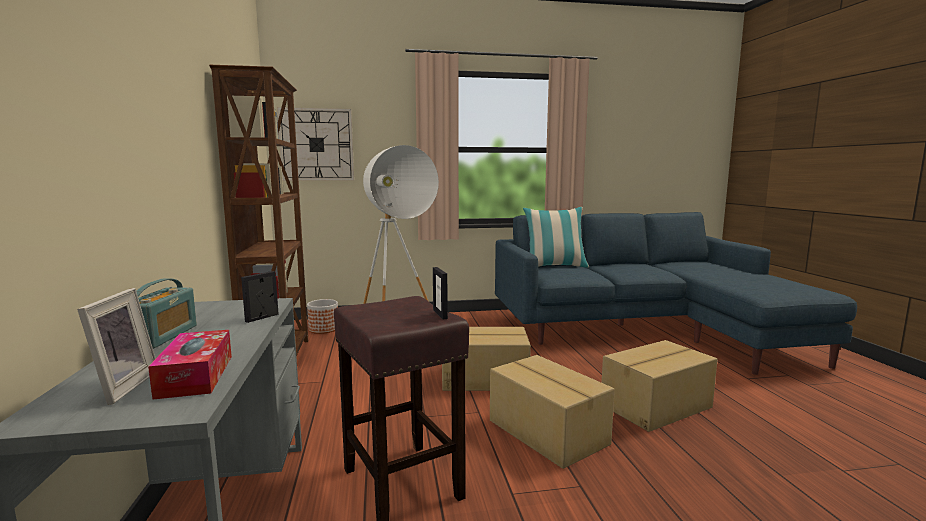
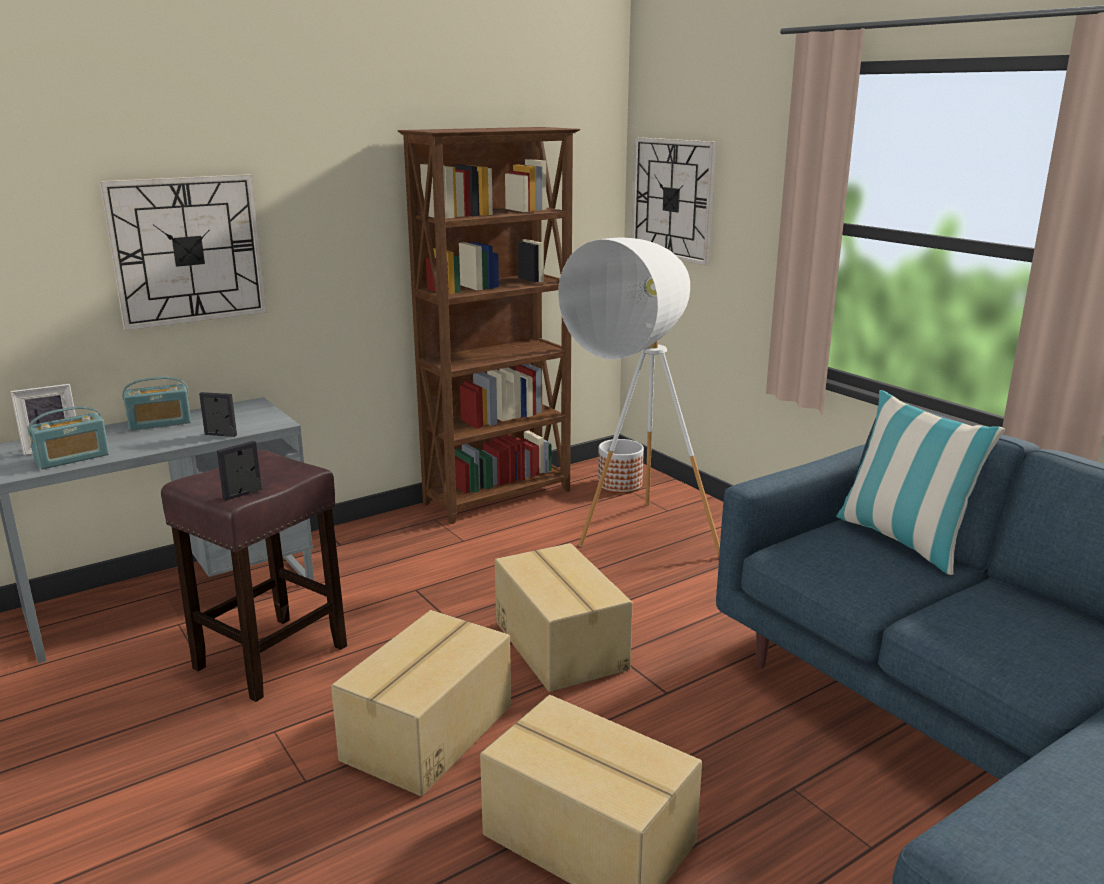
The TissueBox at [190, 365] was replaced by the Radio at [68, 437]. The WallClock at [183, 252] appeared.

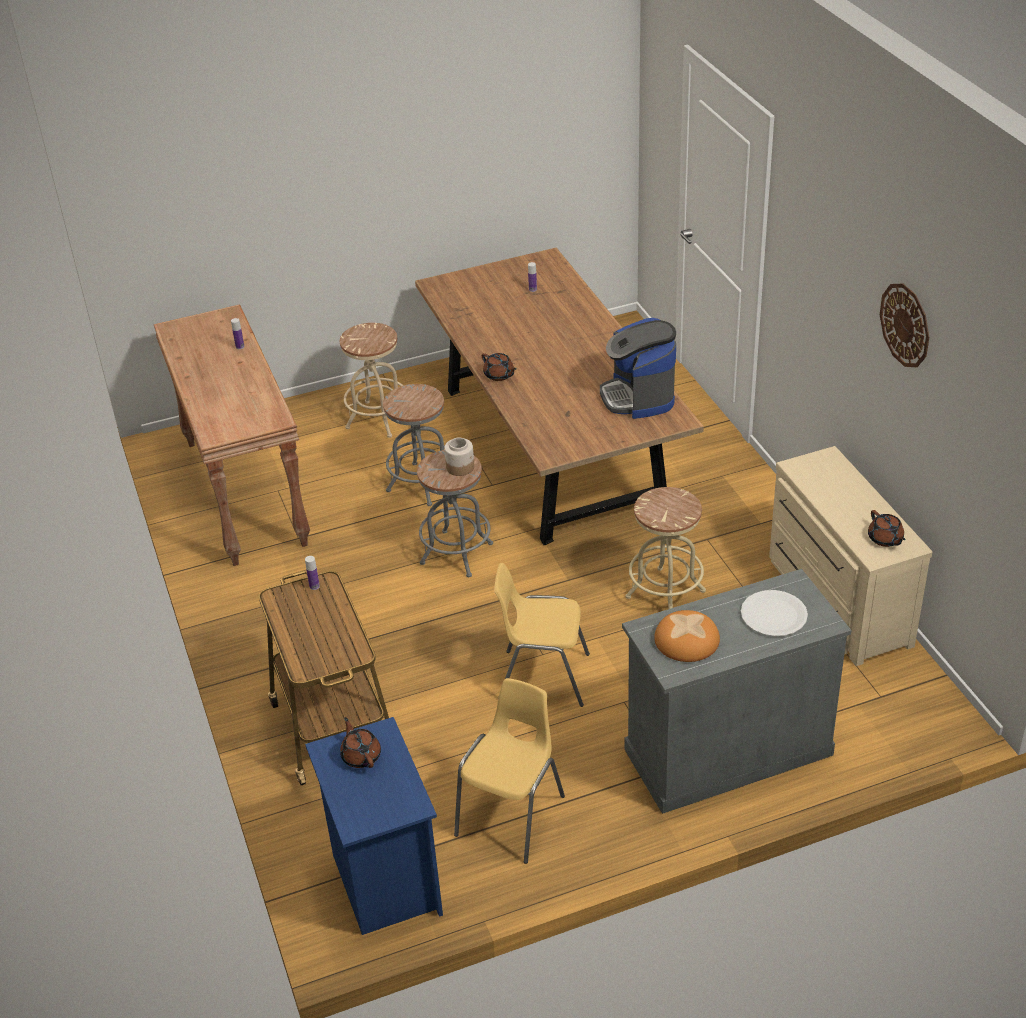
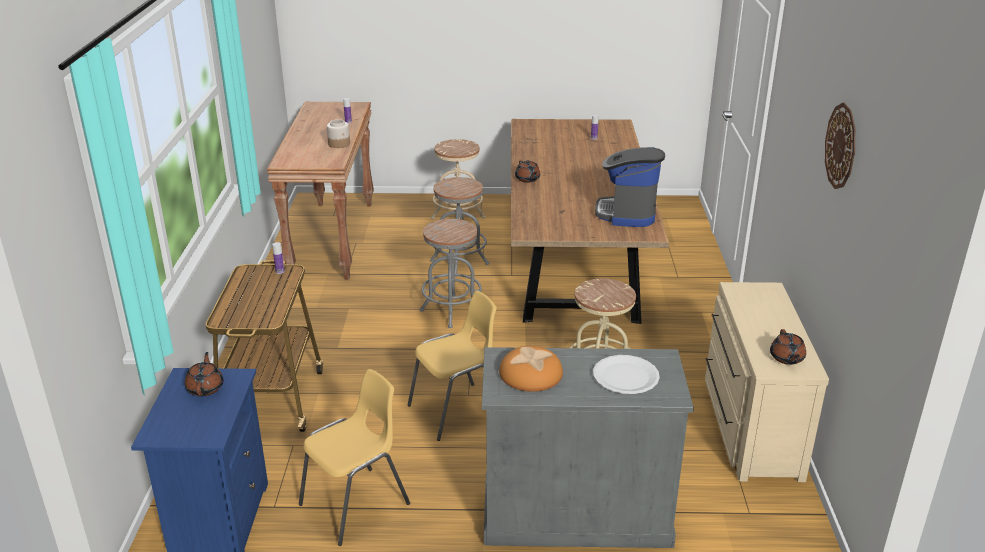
The Jar moved from [459, 457] to [338, 133]. The YellowChair at [542, 635] turned 120 degrees clockwise.

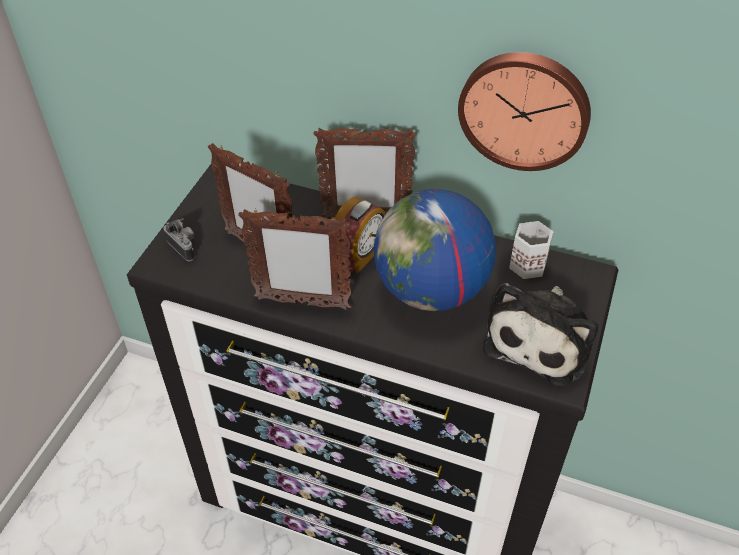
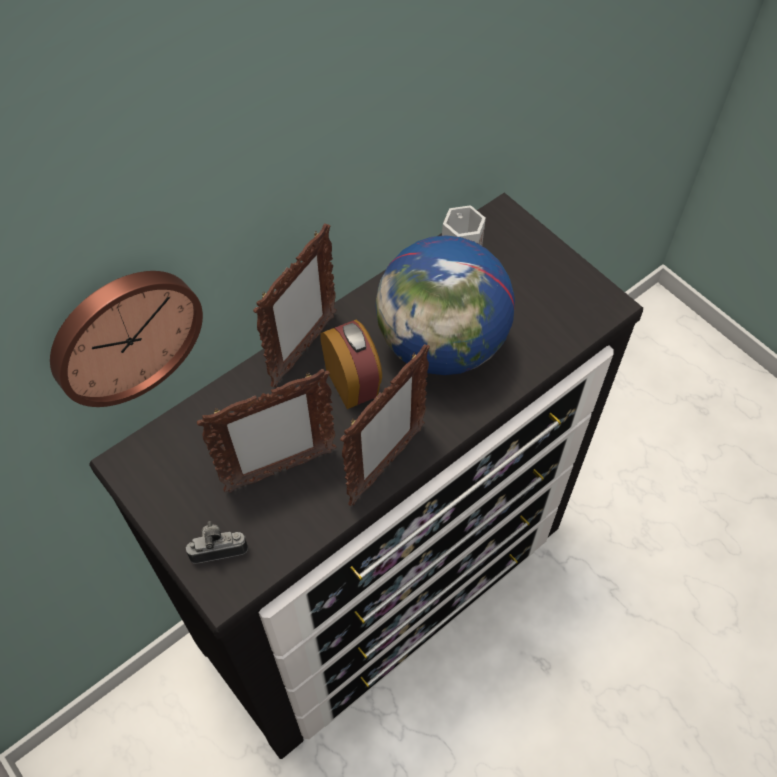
The WallClock moved from [524, 111] to [126, 339]. The PlushToy at [540, 334] disappeared.

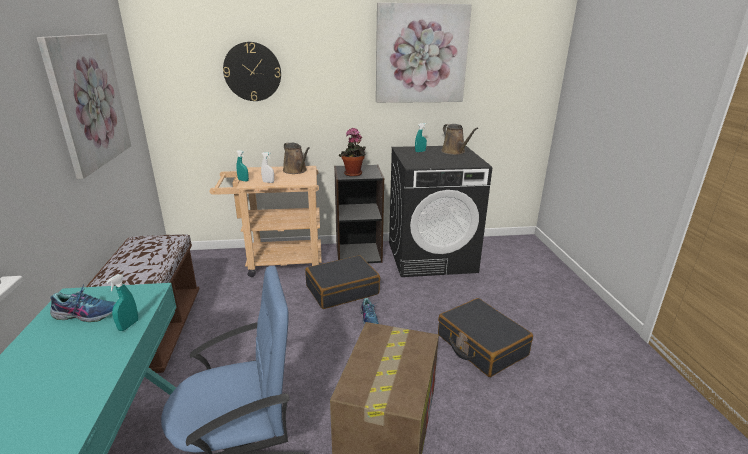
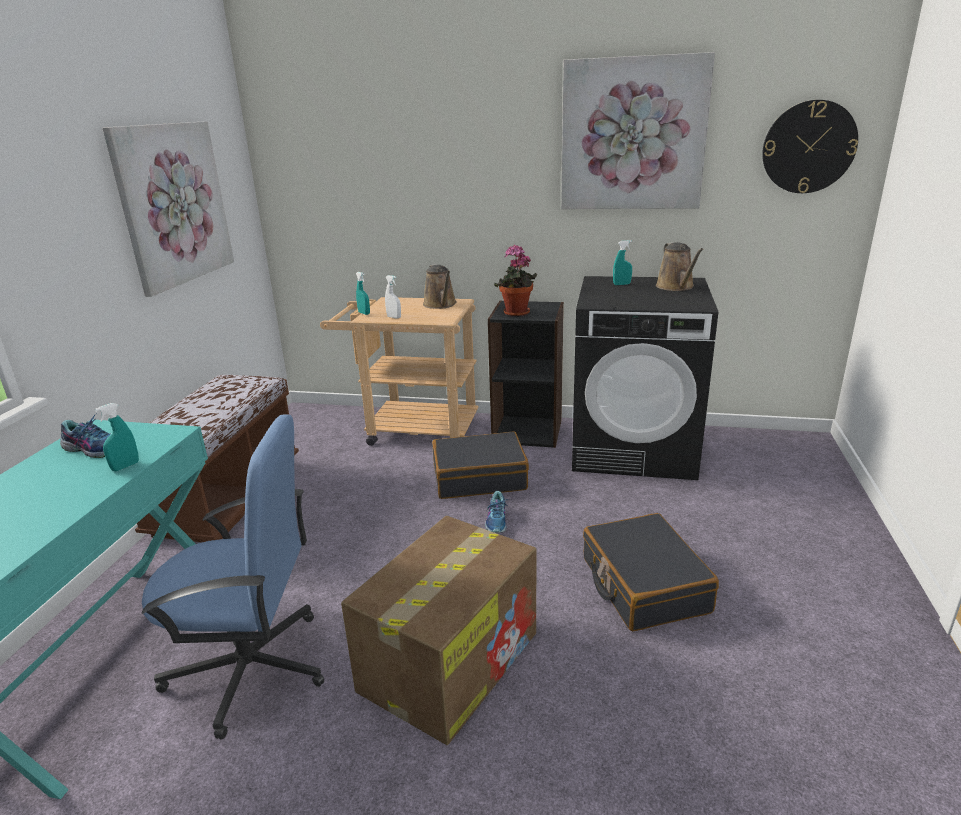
The WallClock moved from [252, 71] to [810, 146].

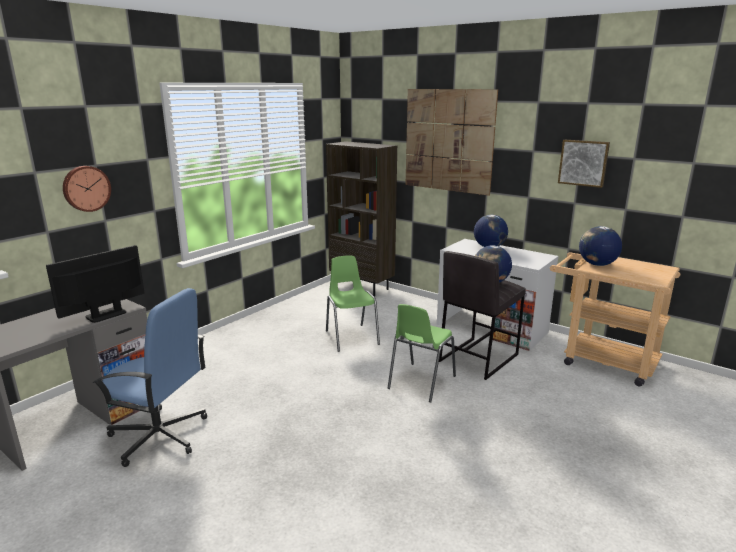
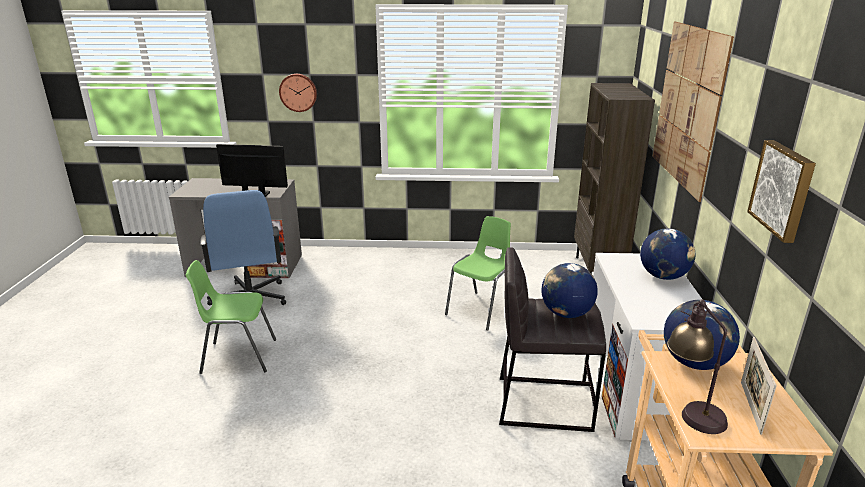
The GreenChair moved from [422, 353] to [231, 317]. The TableLamp at [697, 366] appeared. The PictureFrame at [759, 386] appeared.

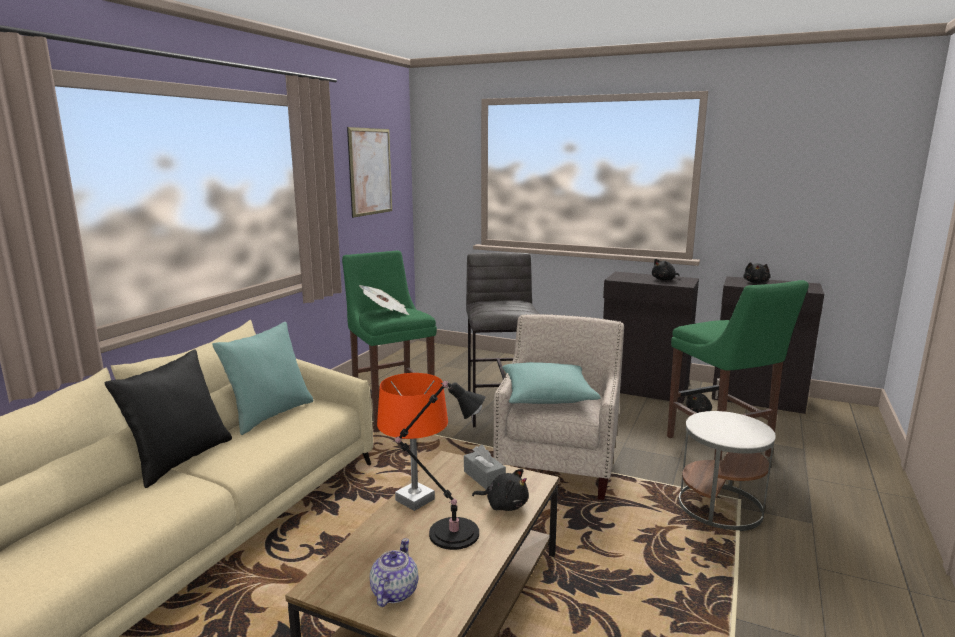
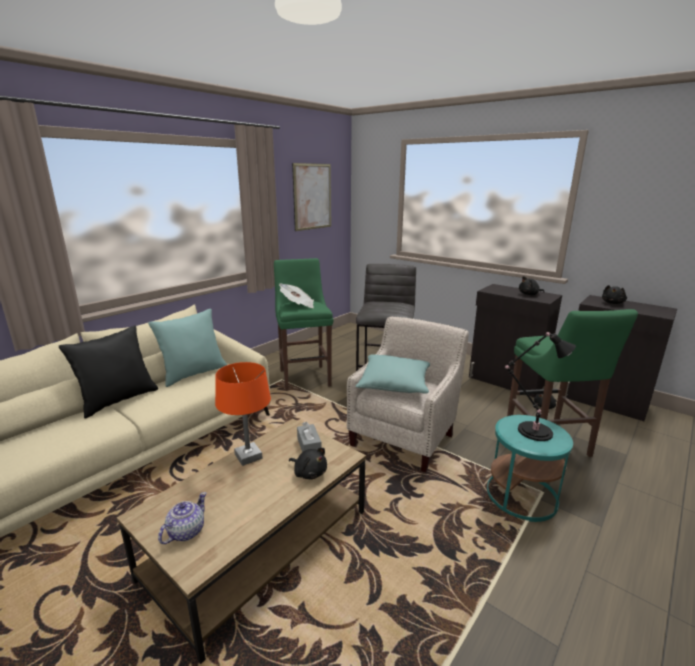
The WhiteSideTable at [727, 471] became the TurquoiseSideTable at [530, 468]. The BlackTableLamp moved from [439, 465] to [540, 386].

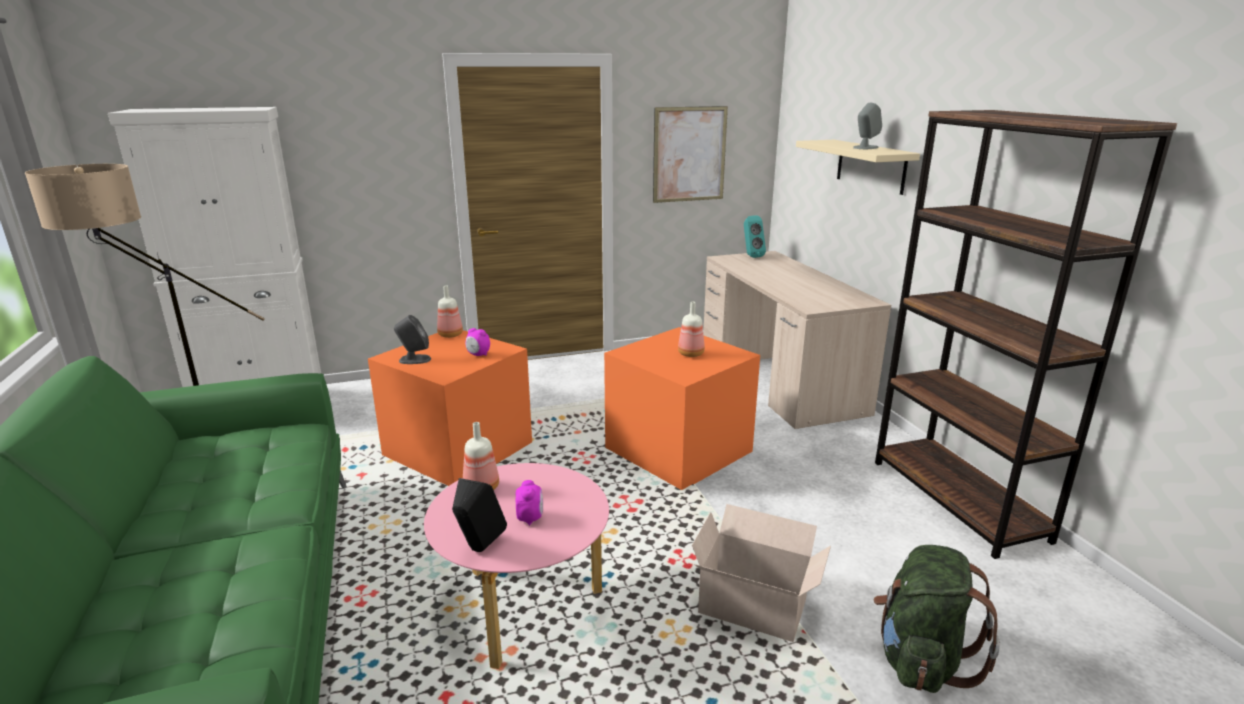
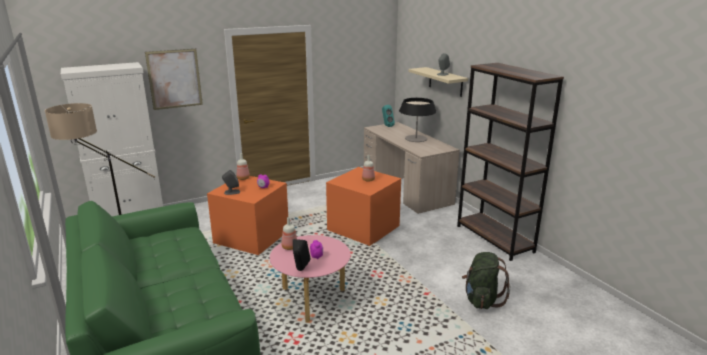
The Picture moved from [690, 154] to [174, 79]. The TableLamp at [417, 120] appeared. The CardboardBox at [761, 573] disappeared.

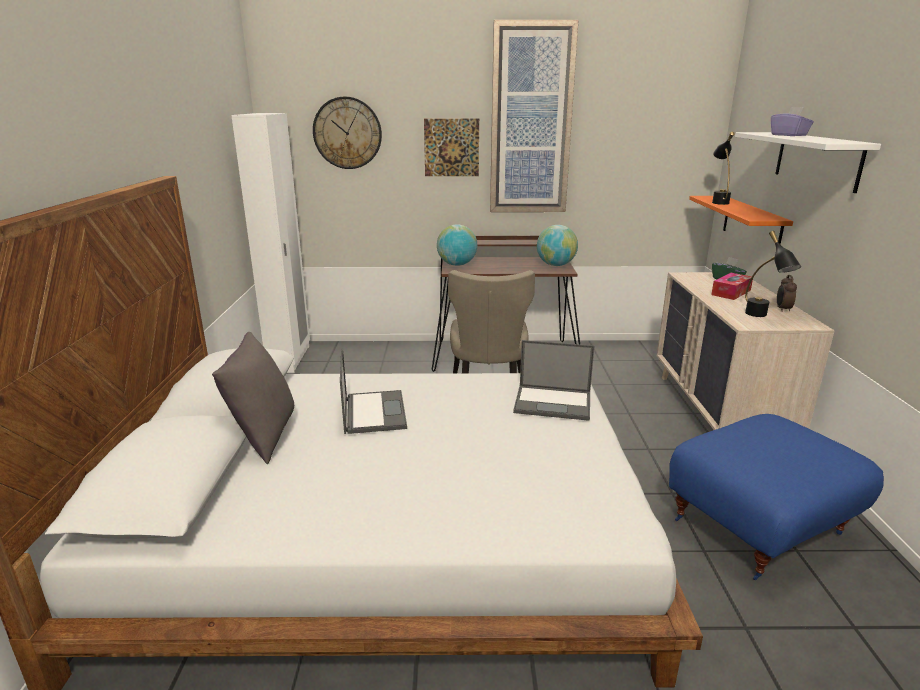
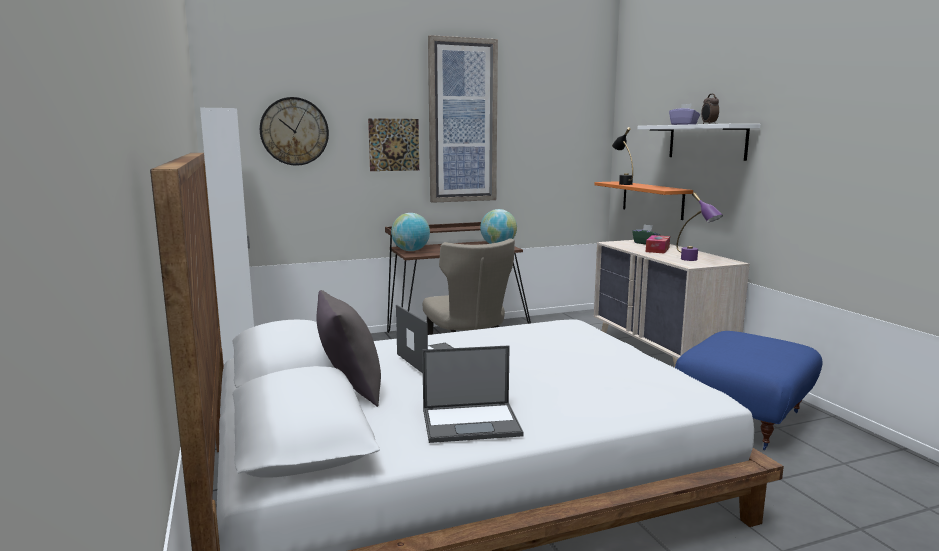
The Laptop moved from [553, 380] to [473, 394]. The BlackTableLamp at [773, 274] became the PurpleTableLamp at [699, 226]. The AlarmClock moved from [787, 293] to [710, 109].

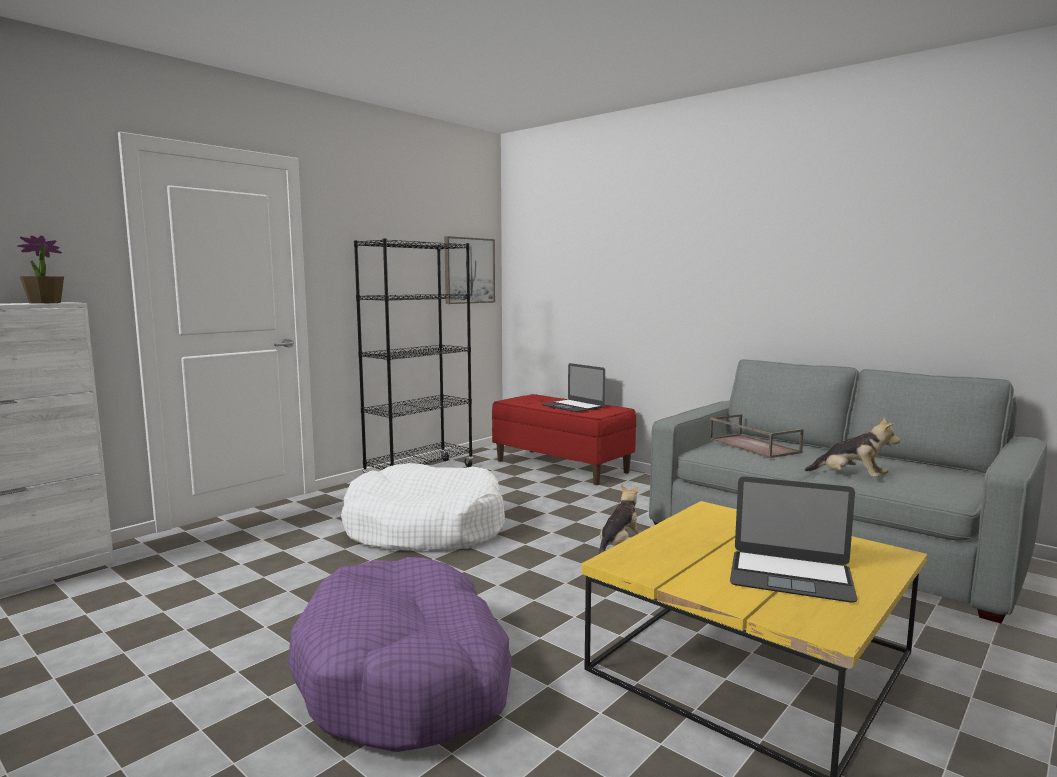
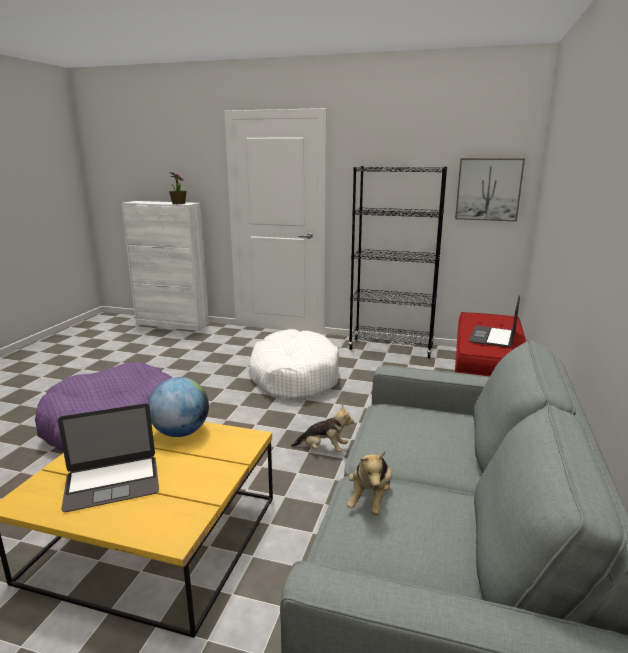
The Laptop at [794, 539] turned 105 degrees counterclockwise. The Globe at [178, 407] appeared. The BrownTray at [756, 436] disappeared.

